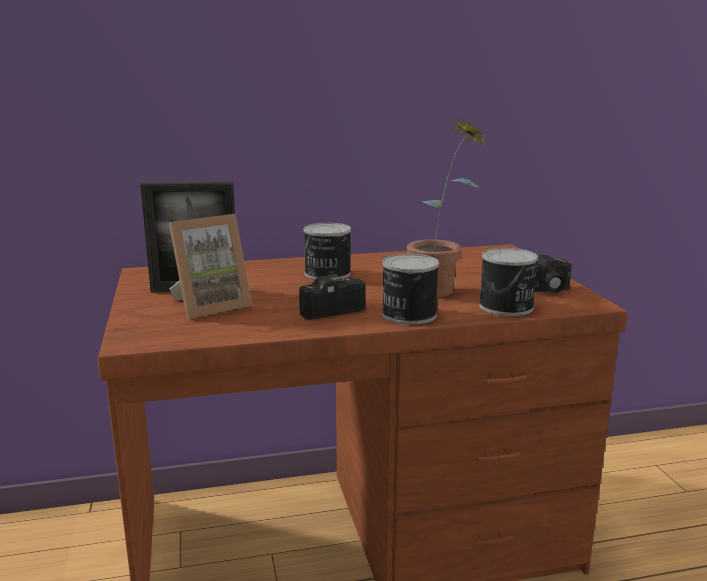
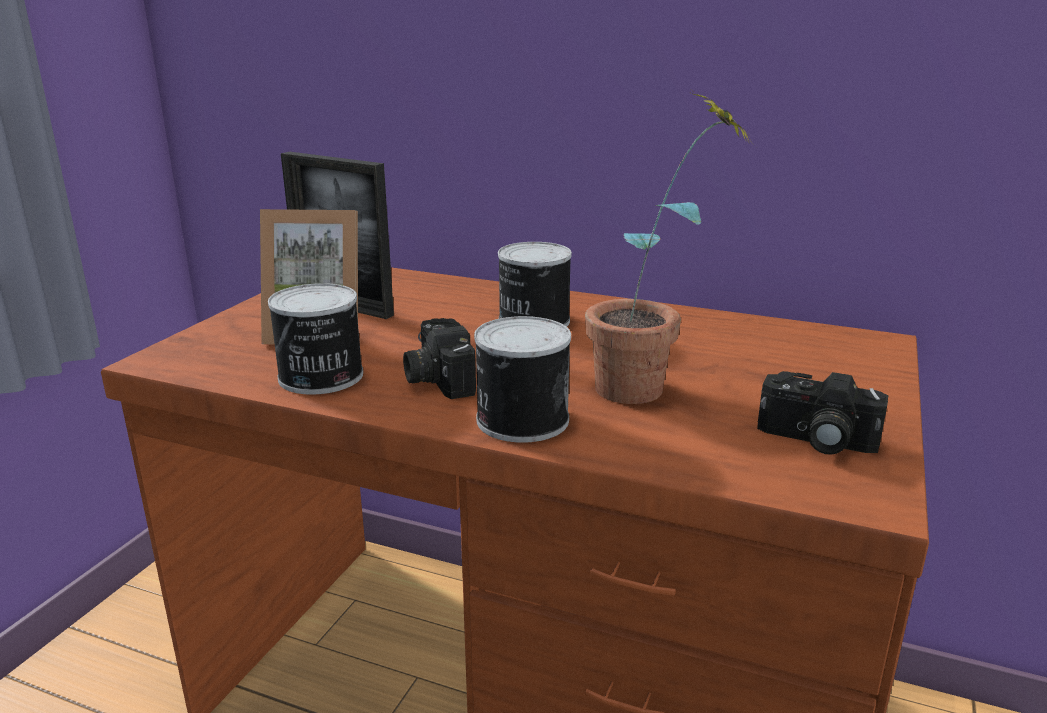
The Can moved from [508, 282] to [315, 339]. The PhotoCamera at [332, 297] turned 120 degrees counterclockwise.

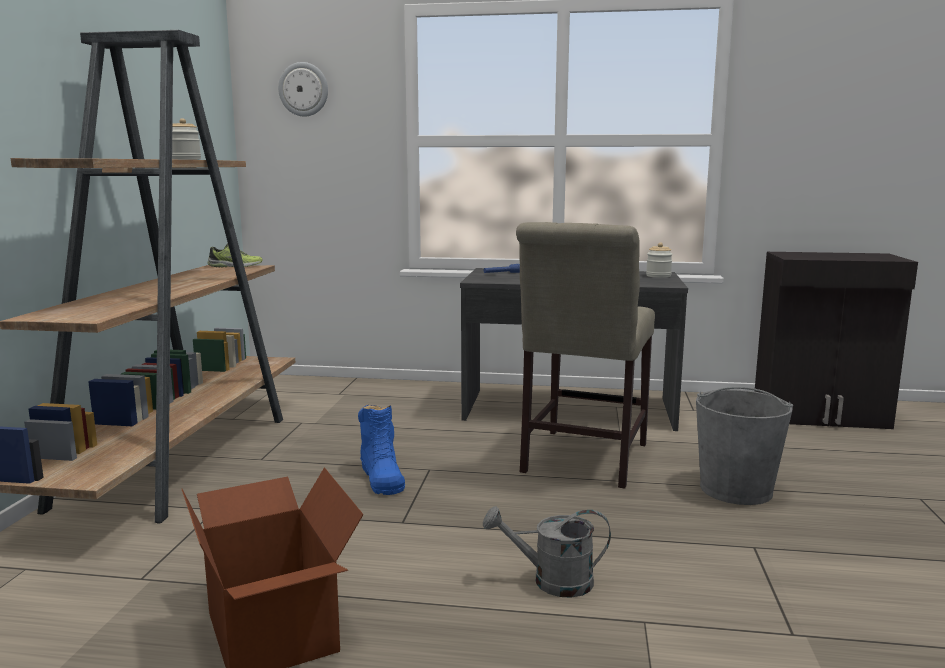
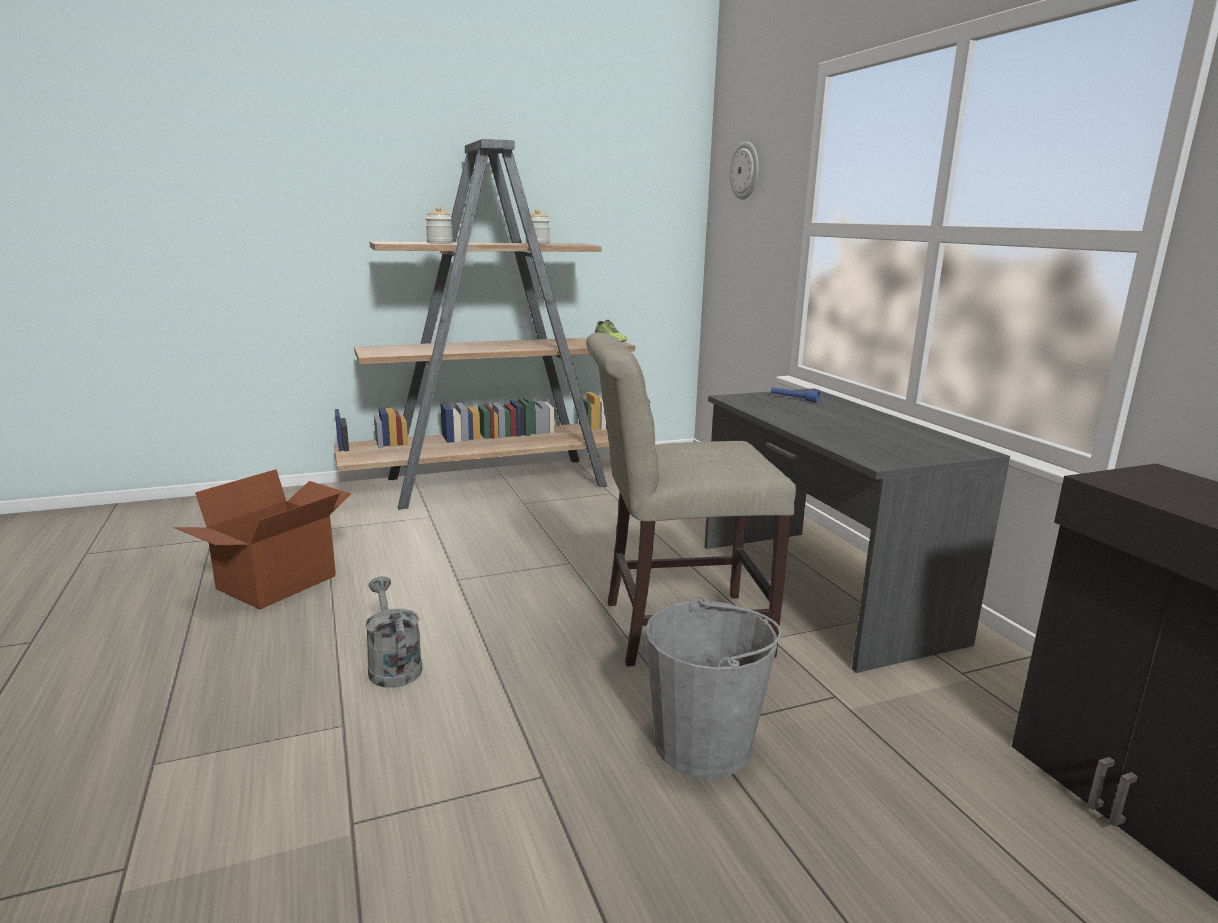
The Jar moved from [659, 260] to [439, 225]. The BlueBoot at [381, 450] disappeared.

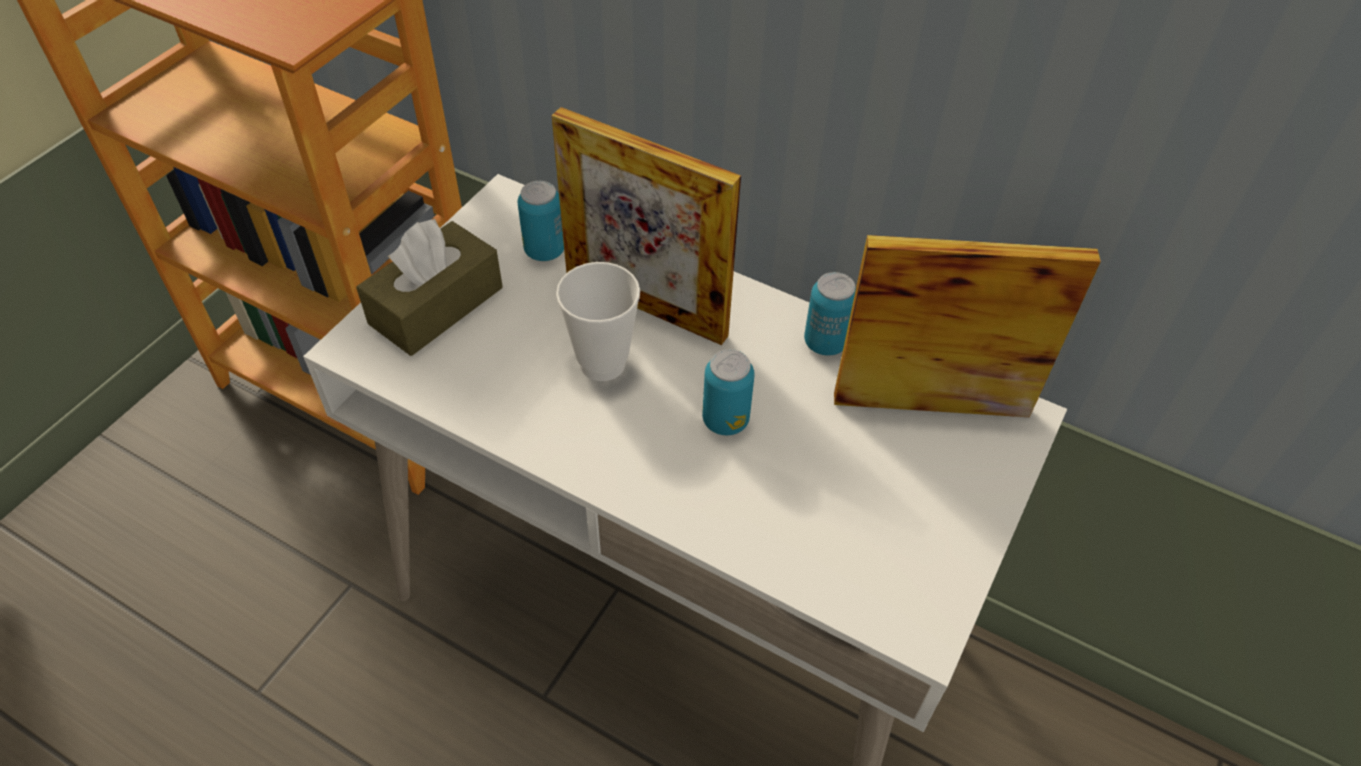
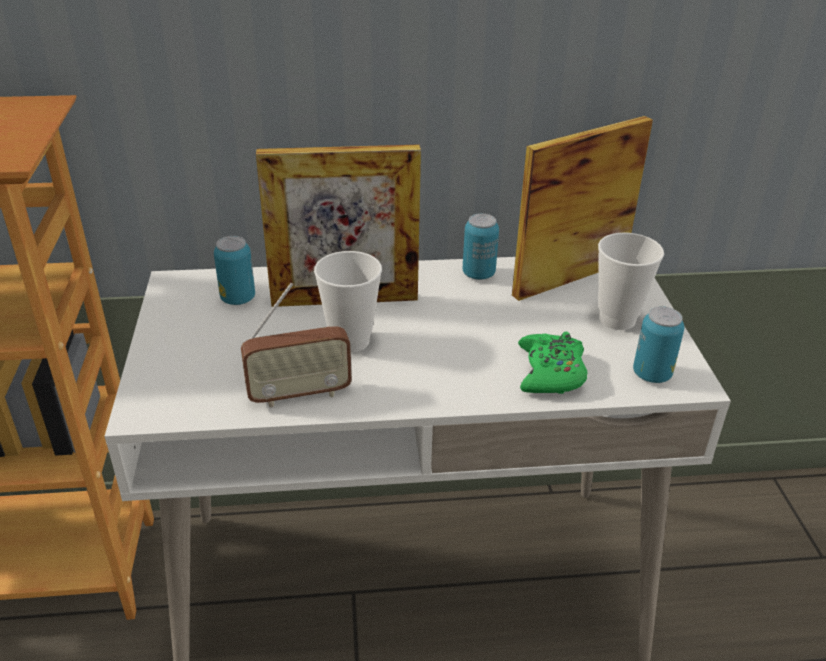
The Radio at [296, 345] appeared. The GreenGameController at [553, 363] appeared. The Cup at [631, 281] appeared. The Can moved from [728, 392] to [658, 344]. The BrownTissueBox at [429, 287] disappeared.

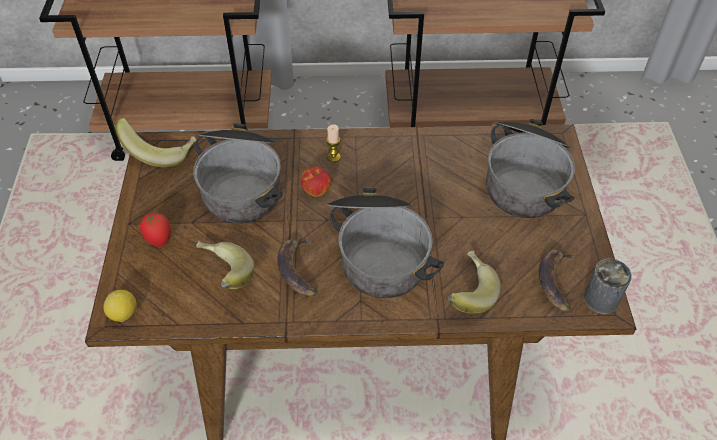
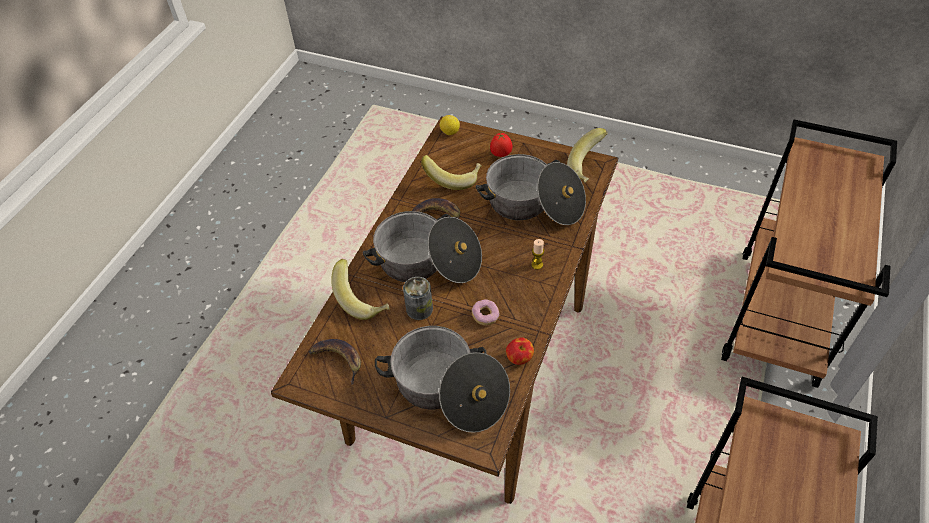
The Can moved from [608, 286] to [418, 298]. The Donut at [486, 312] appeared. The Apple moved from [316, 181] to [520, 351].

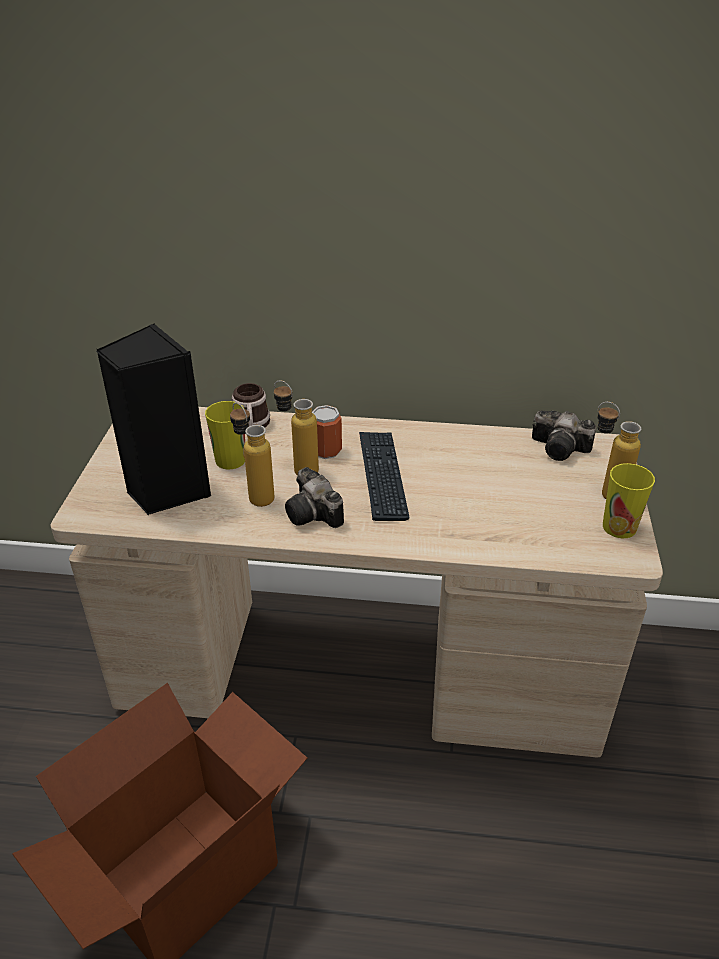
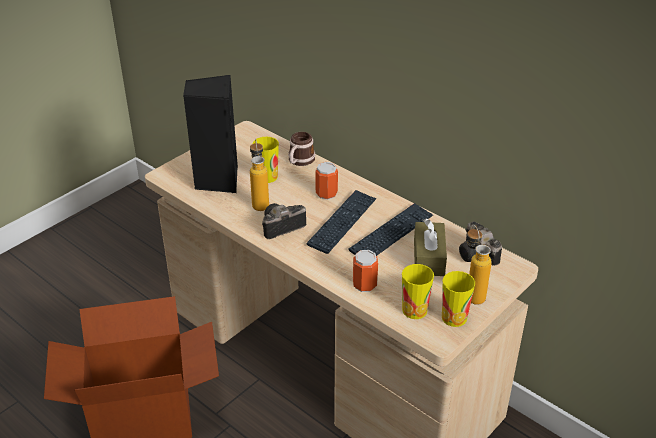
The PhotoCamera at [314, 497] turned 60 degrees clockwise. The Keyboard at [391, 229] appeared. The Can at [365, 271] appeared. The Cup at [418, 291] appeared. The BrownTissueBox at [430, 247] appeared. The Bottle at [296, 428] disappeared.

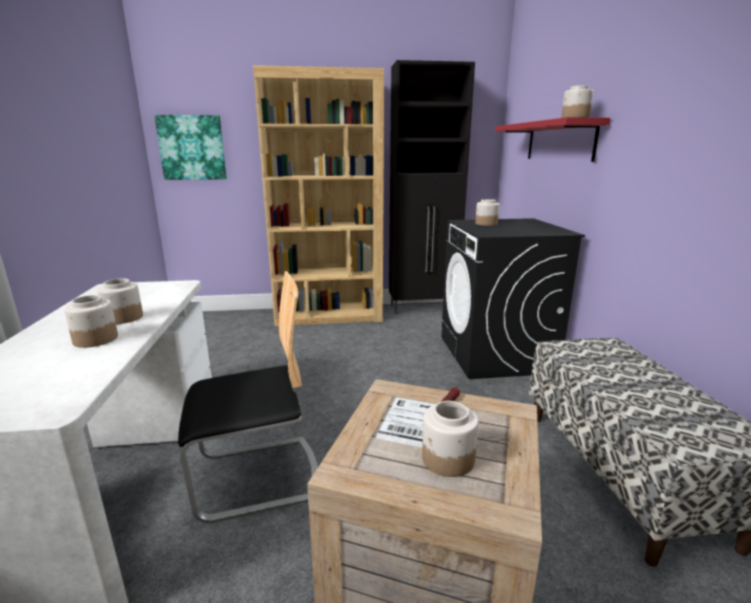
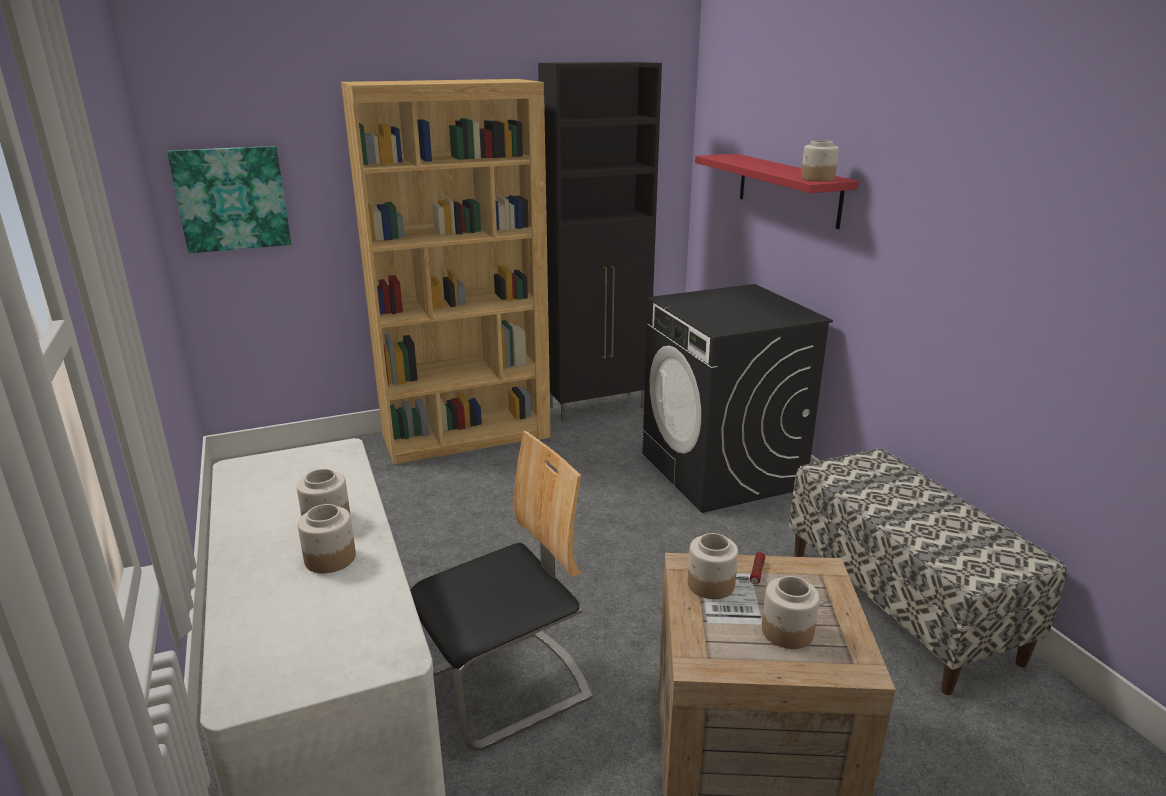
The Jar moved from [487, 212] to [713, 566].

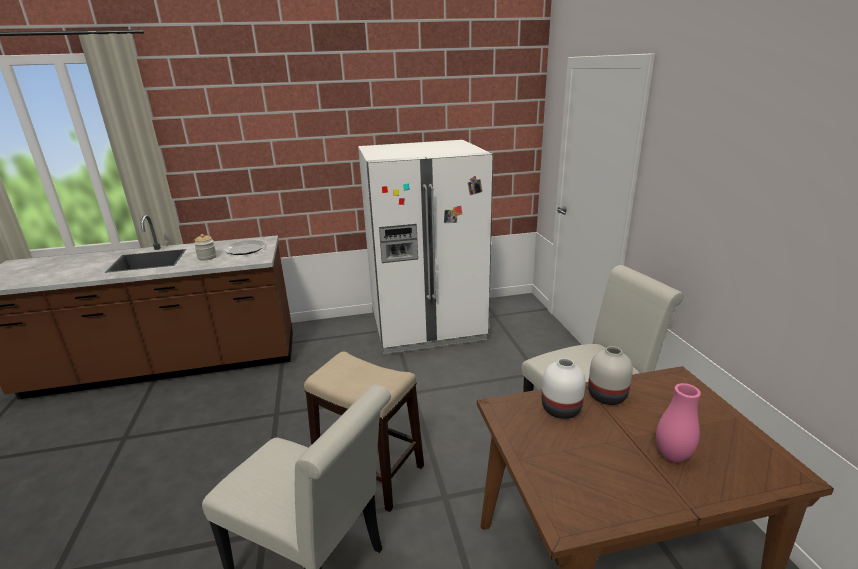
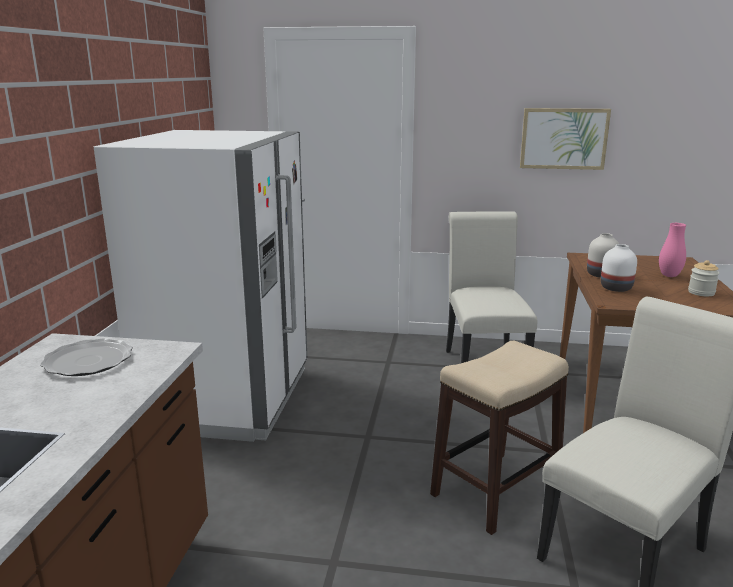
The Picture at [565, 139] appeared. The Jar moved from [205, 247] to [704, 278].

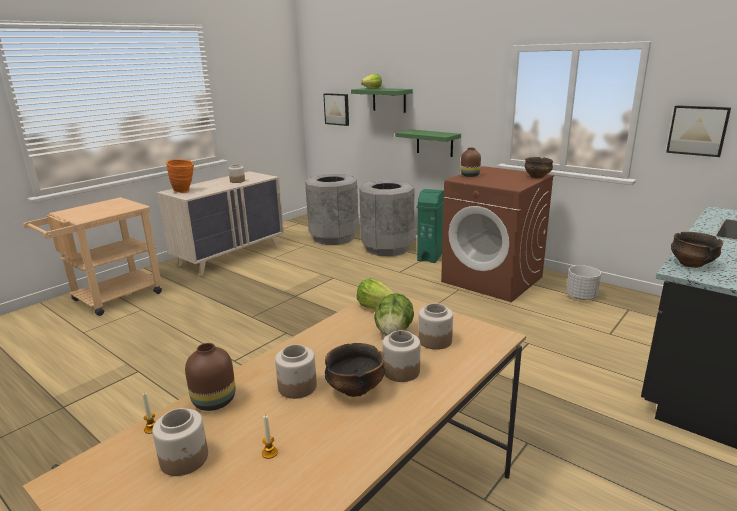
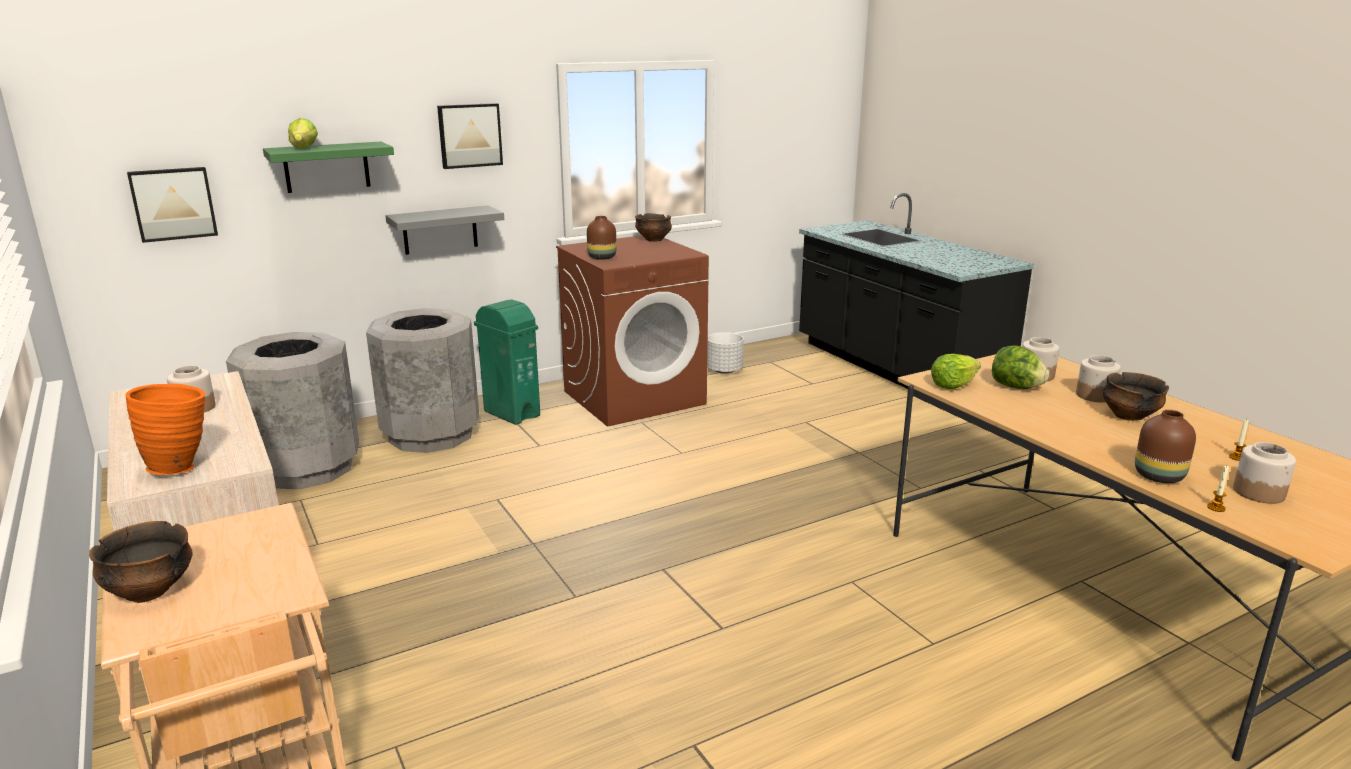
The Bowl moved from [697, 250] to [141, 562]. The GreenShelf at [428, 143] became the GreyShelf at [444, 230]. The Picture moved from [698, 131] to [470, 136]. The Jar at [296, 371] disappeared.

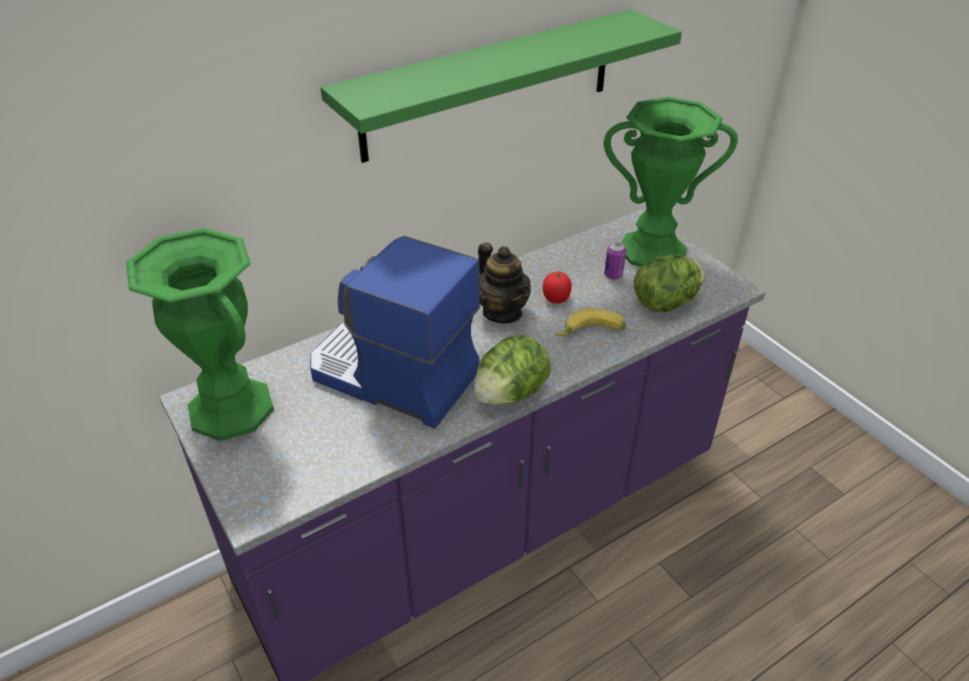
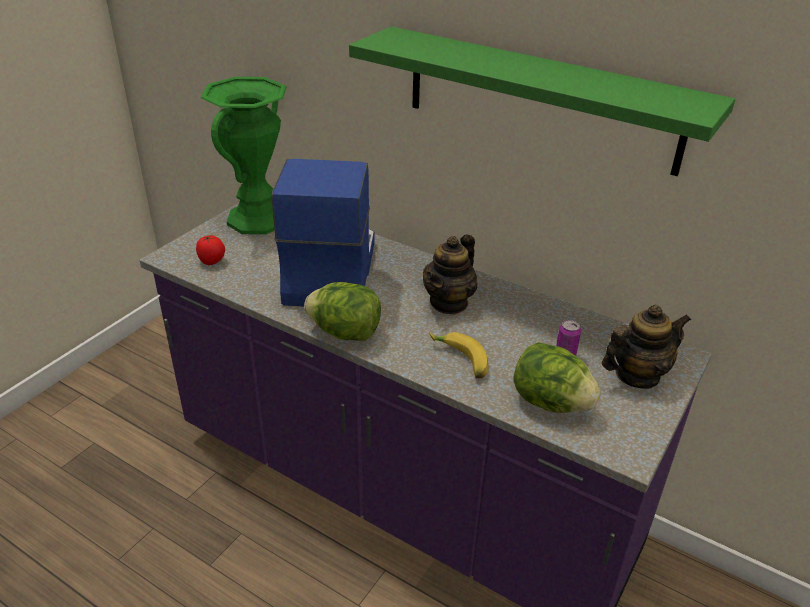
The Tomato moved from [557, 288] to [210, 250]. The GreenVase at [671, 182] was replaced by the Teapot at [646, 347].

